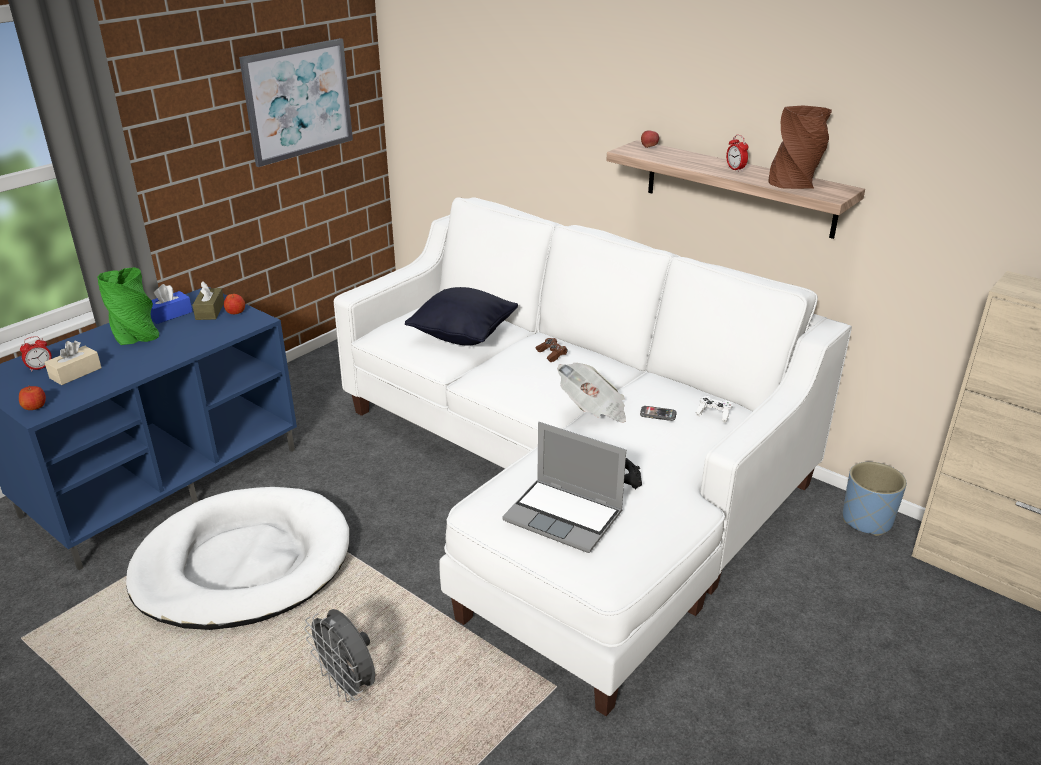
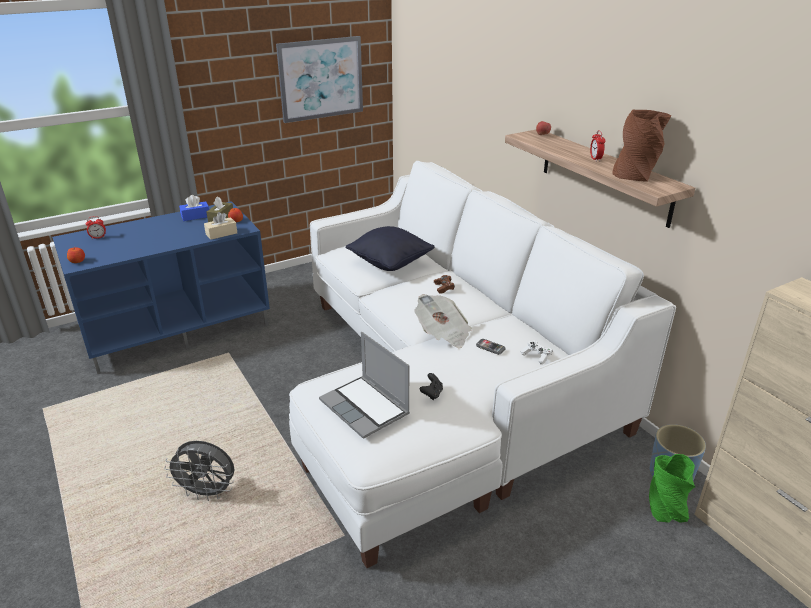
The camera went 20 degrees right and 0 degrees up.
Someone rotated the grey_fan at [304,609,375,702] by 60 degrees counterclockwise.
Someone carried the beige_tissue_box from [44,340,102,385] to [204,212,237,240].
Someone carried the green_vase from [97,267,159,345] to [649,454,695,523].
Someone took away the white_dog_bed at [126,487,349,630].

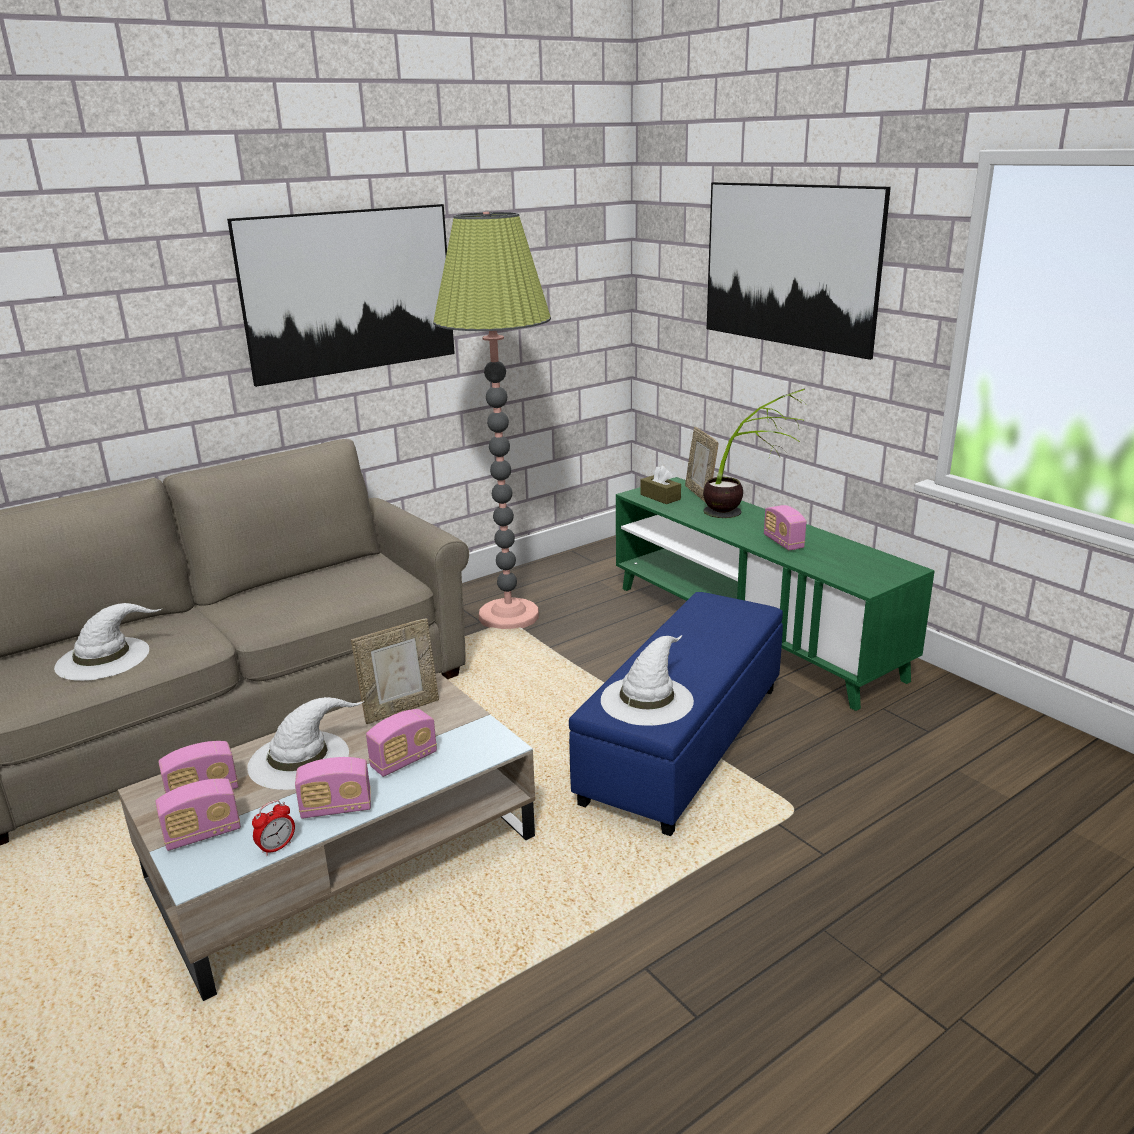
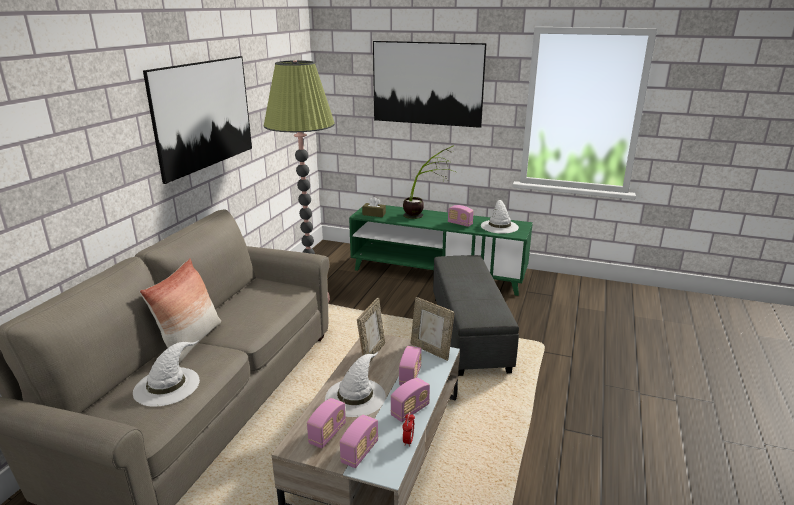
The camera went 35 degrees left and 0 degrees up.
Someone put down the pillow at [139,258,221,363].
Someone carried the picture_frame from [685,427,719,503] to [411,297,455,361].
Someone repainted the blue_ottoman at [569,592,783,836], which became the grey_ottoman at [433,255,519,376].
Someone carried the white_hat from [601,635,694,726] to [481,200,519,233].

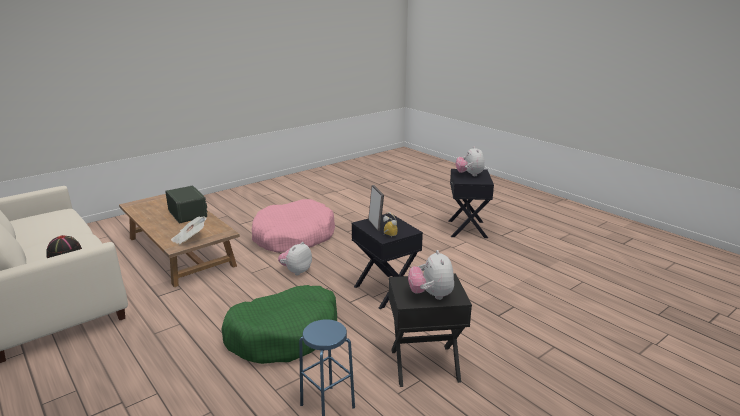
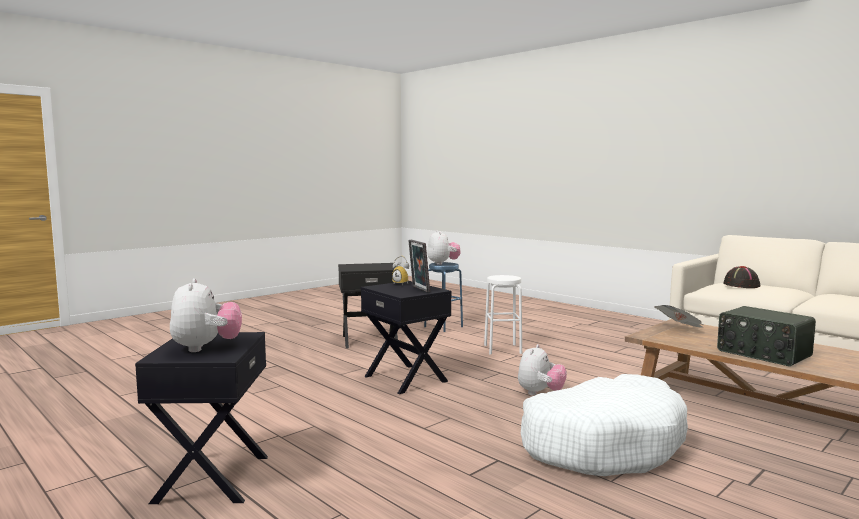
The camera went 175 degrees right and 15 degrees down.
Someone carried the plush_toy from [408,250,454,300] to [427,230,461,265].
Someone swapped the green_dog_bed at [221,285,337,364] for the white_stool at [484,275,522,355].
Someone repainted the pink_dog_bed at [252,199,335,253], which became the white_dog_bed at [521,374,688,476].

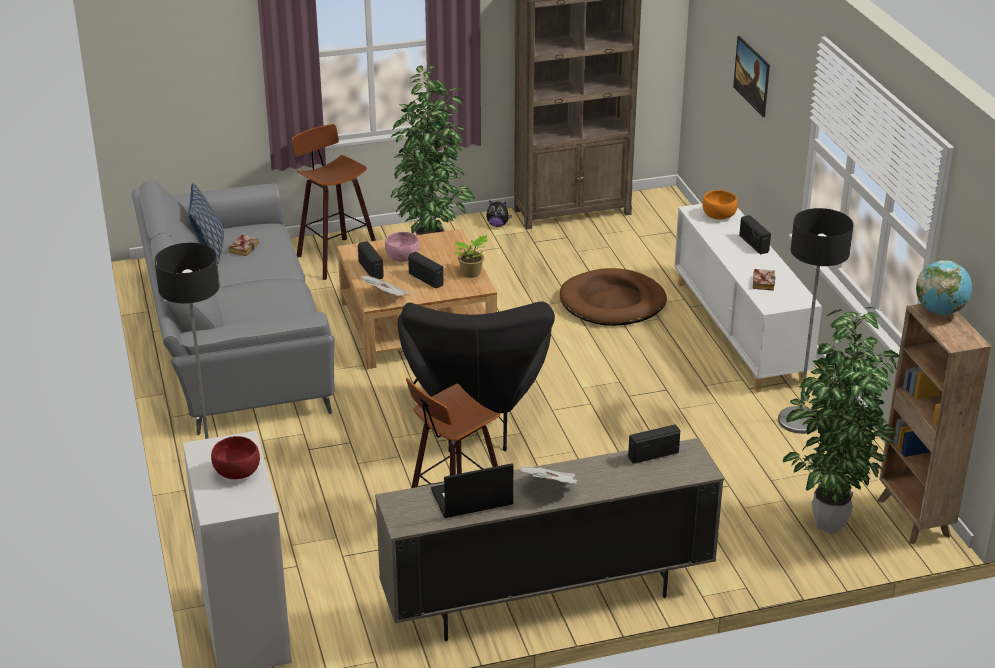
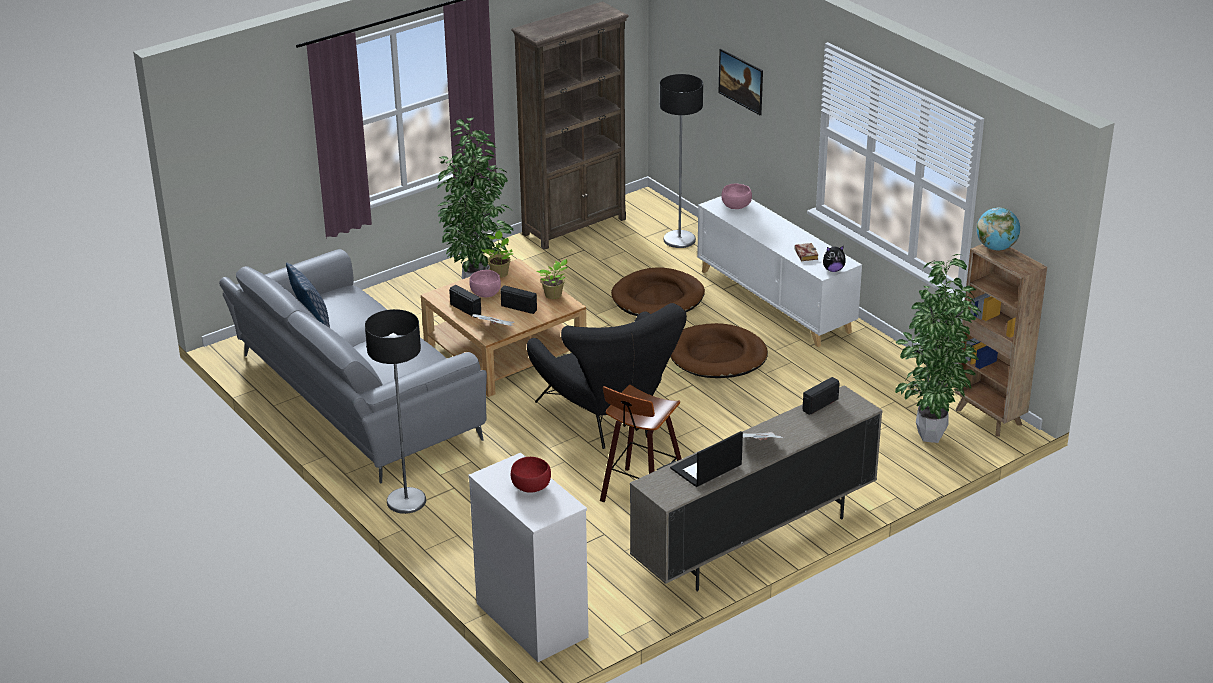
The camera went 20 degrees left and 0 degrees up.
Someone put down the potted_plant at [481,231,513,278].
Someone carried the floor_lamp from [778,208,854,434] to [660,74,703,248].
Someone put down the brown_dog_bed at [670,323,768,378].
Someone repainted the orange_bowl at [702,190,738,220], which became the pink_bowl at [721,184,752,209].
Someone carried the plush_toy from [487,200,512,227] to [823,246,846,272].
Someone took away the book at [228,235,259,256].
Someone took away the stool at [292,124,376,280].
Someone took away the radio at [739,215,771,254].

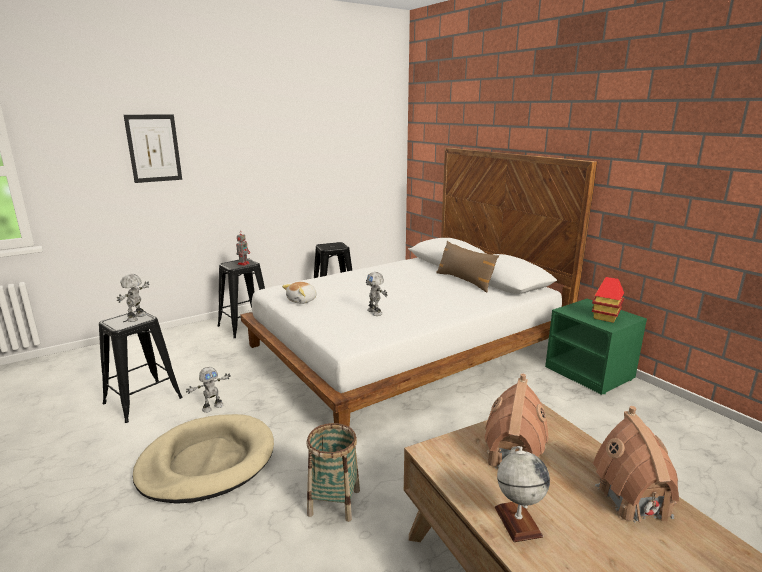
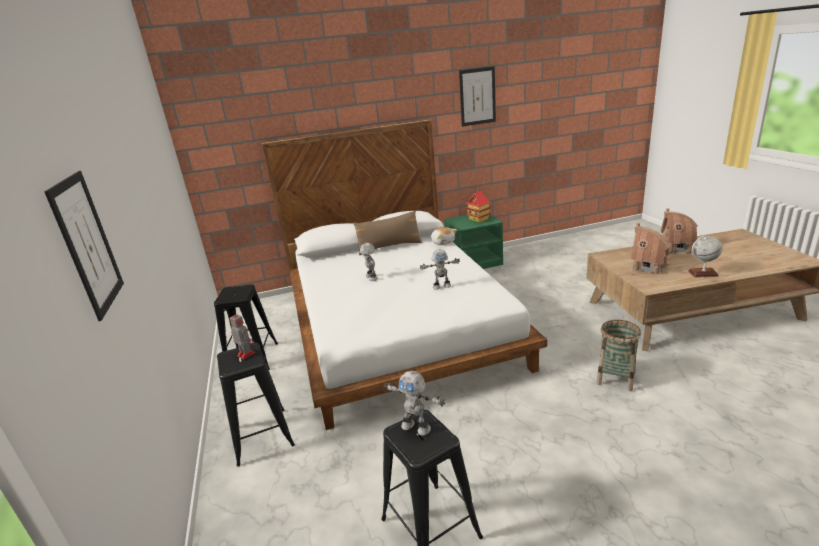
The camera went 70 degrees left and 5 degrees up.
Someone carried the toy_robot from [186,367,231,413] to [360,243,378,281].
Someone carried the plush_toy from [282,282,317,304] to [431,227,457,245].
Someone put up the picture at [459,66,496,127].
Someone took away the beige_dog_bed at [133,414,274,504].

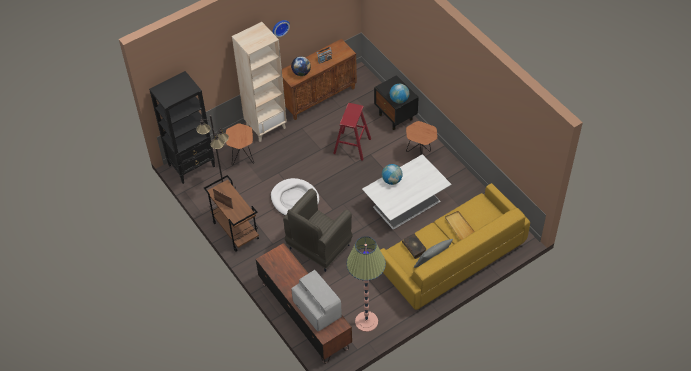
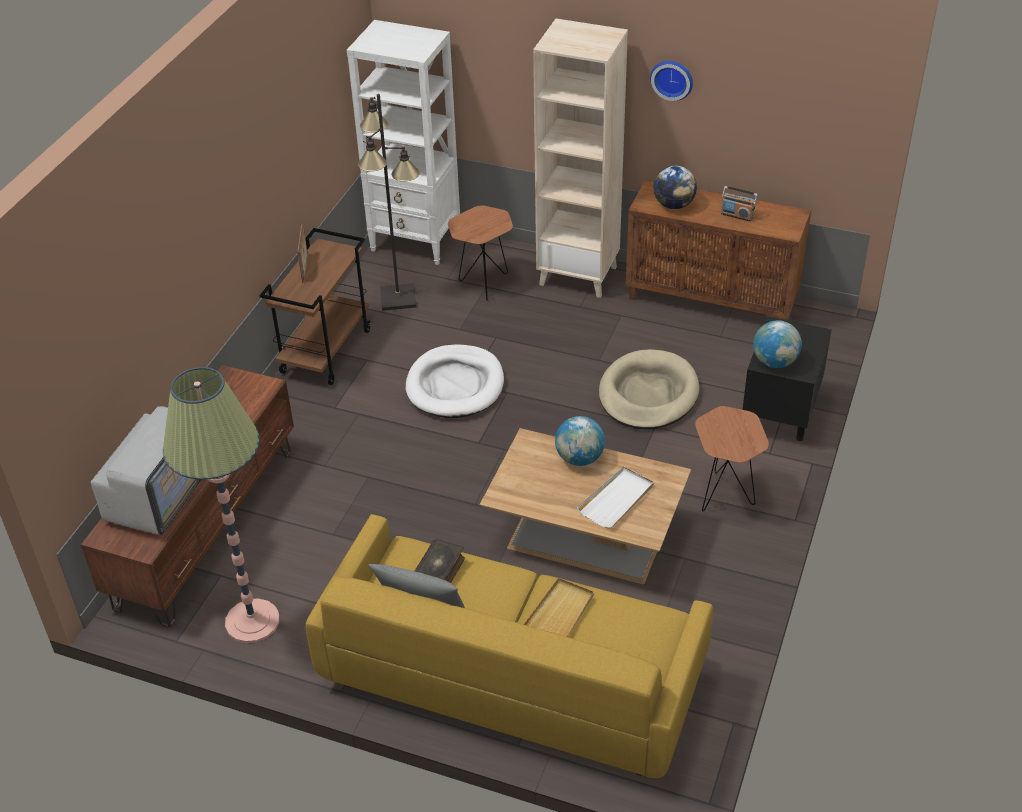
The camera went 55 degrees right and 10 degrees down.
Someone repainted the black_bookcase at [149,71,215,184], which became the white_bookcase at [347,20,460,265].
Someone repainted the white_coffee_table at [362,154,451,230], which became the brown_coffee_table at [480,428,691,584].
Someone put down the white_tray at [577,466,654,529].
Someone swapped the red_stool at [333,103,371,161] for the beige_dog_bed at [599,349,699,430].
Someone took away the grey_armchair at [283,188,353,272].

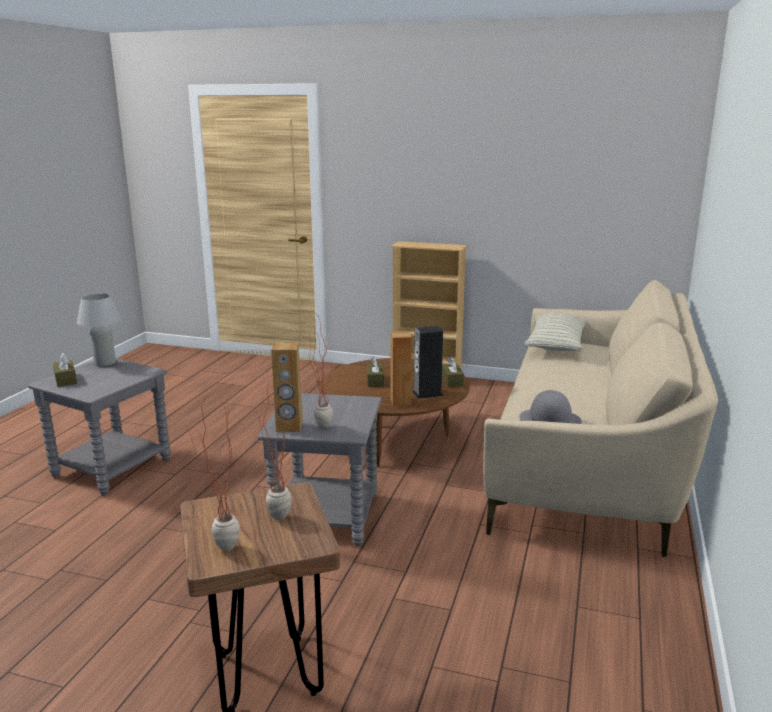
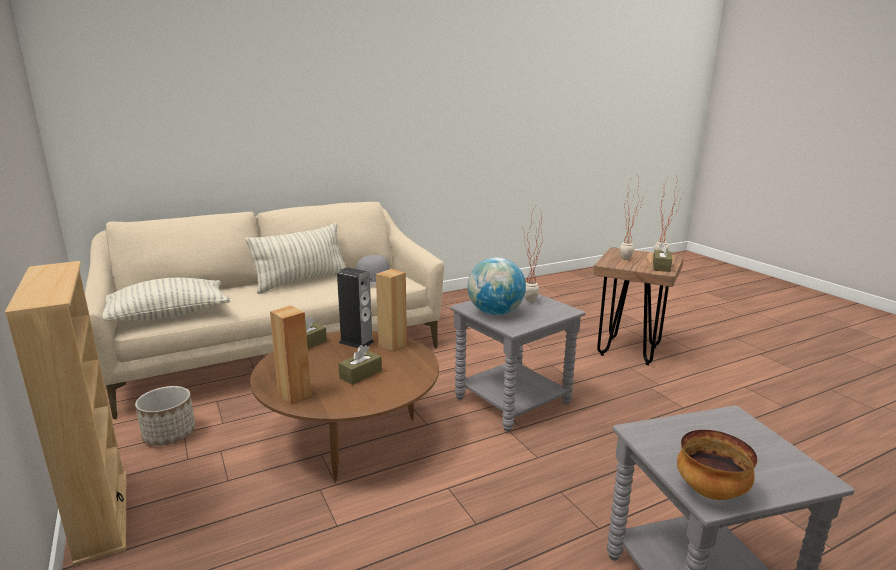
The camera went 135 degrees left and 0 degrees up.
Someone put down the planter at [135,386,195,446].
Someone put down the pillow at [245,223,346,294].
Someone carried the brown_speaker from [271,343,303,432] to [270,305,312,404].
Someone put down the globe at [468,257,526,315].
Someone carried the brown_tissue_box from [53,353,77,387] to [653,242,672,272].
Someone swapped the white_table_lamp at [77,293,121,366] for the bowl at [677,430,757,500].

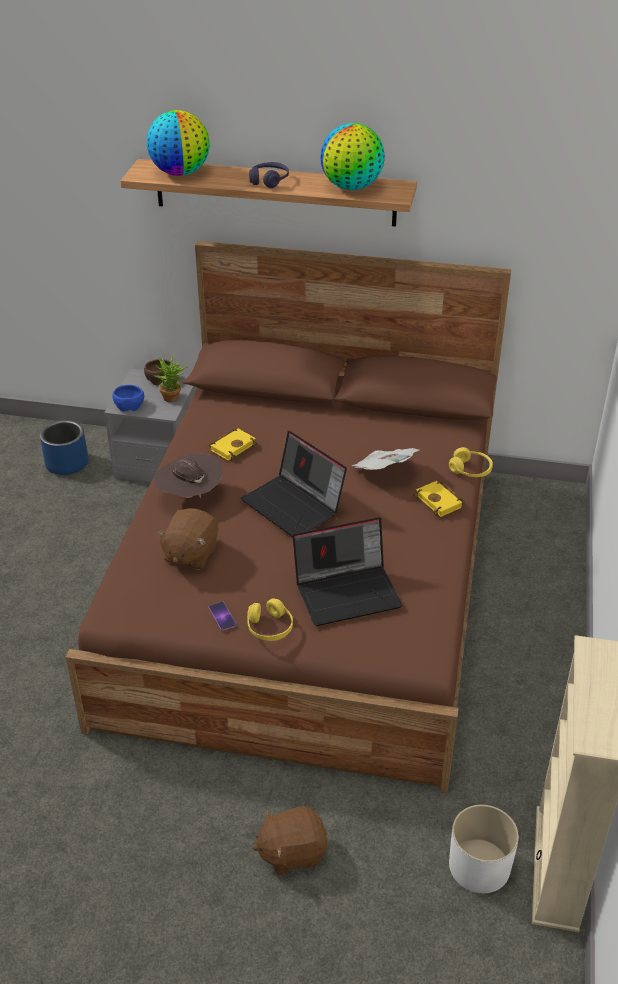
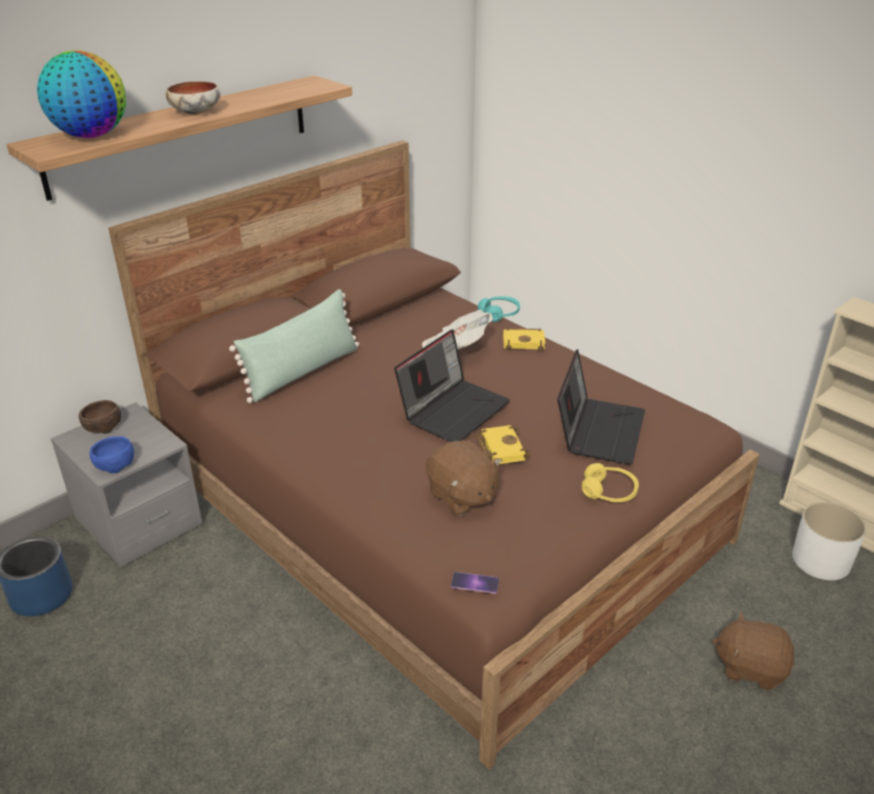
The camera went 55 degrees left and 5 degrees down.
Someone swapped the purple_headphones at [249,162,289,188] for the bowl at [166,81,220,115].
Someone put down the green_pillow at [229,289,359,403].
Someone rotated the laptop at [241,431,347,537] by 45 degrees counterclockwise.
Someone carried the phone from [209,602,237,631] to [451,572,499,594].
Someone carried the yellow_book from [209,429,258,461] to [476,425,531,464].
Someone repainted the yellow_headphones at [449,447,493,477], which became the turquoise_headphones at [478,296,520,322].
Someone rotated the brown_plush_toy at [253,806,327,875] by 90 degrees clockwise.
Someone took away the potted_plant at [154,354,188,402].
Someone took away the brown_hat at [154,454,223,499].
Someone took away the globe at [320,123,385,190].

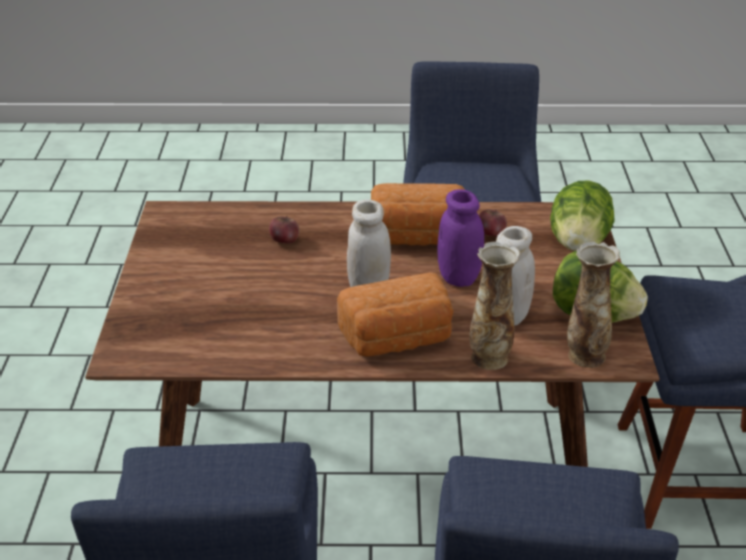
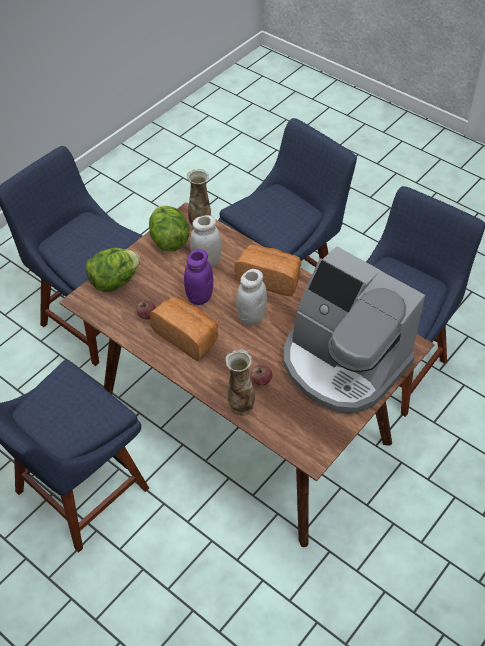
The camera went 140 degrees left and 15 degrees up.
Someone carried the vase from [469,242,520,370] to [225,349,255,416].
Someone put down the coffee_machine at [284,246,425,414].

